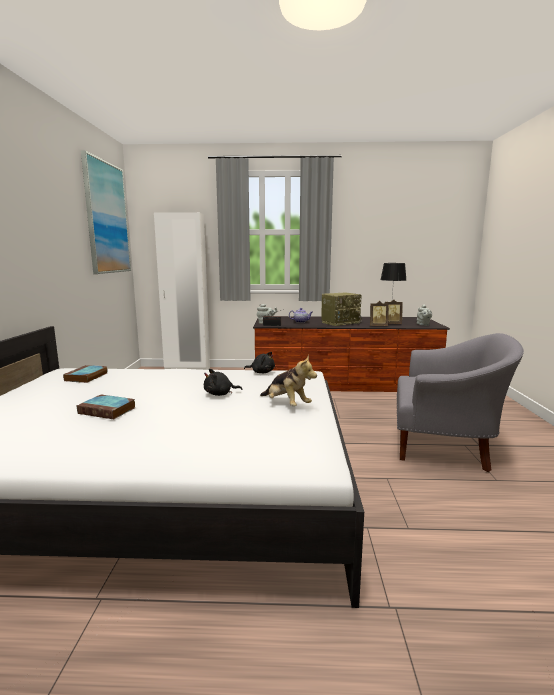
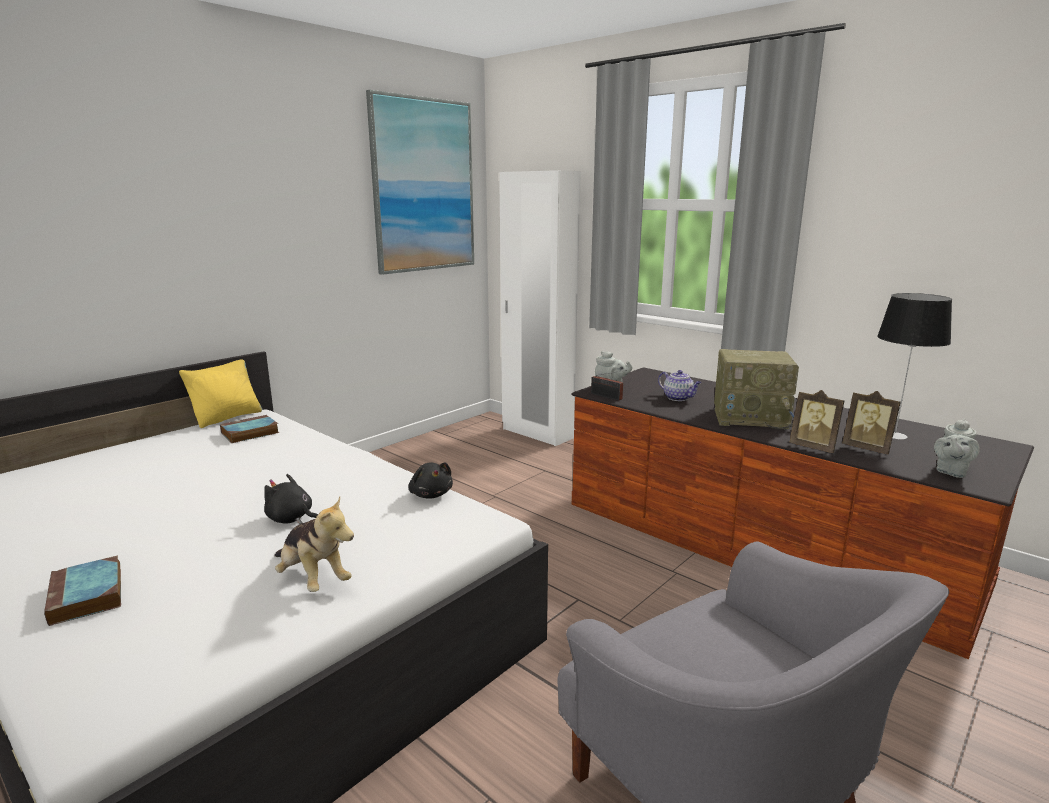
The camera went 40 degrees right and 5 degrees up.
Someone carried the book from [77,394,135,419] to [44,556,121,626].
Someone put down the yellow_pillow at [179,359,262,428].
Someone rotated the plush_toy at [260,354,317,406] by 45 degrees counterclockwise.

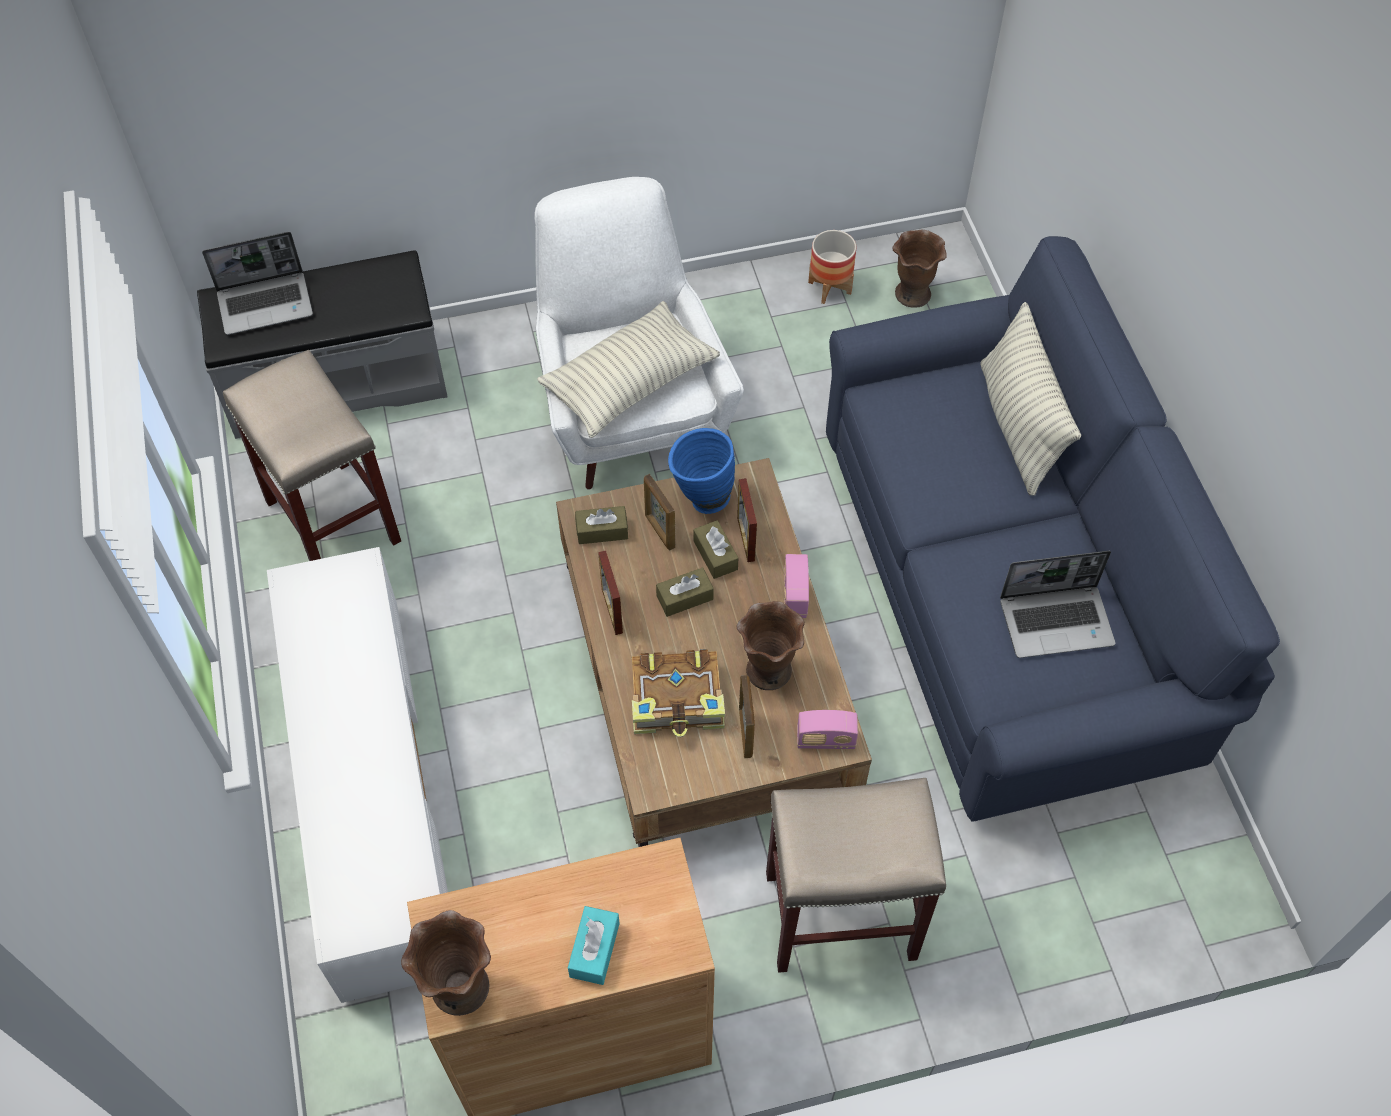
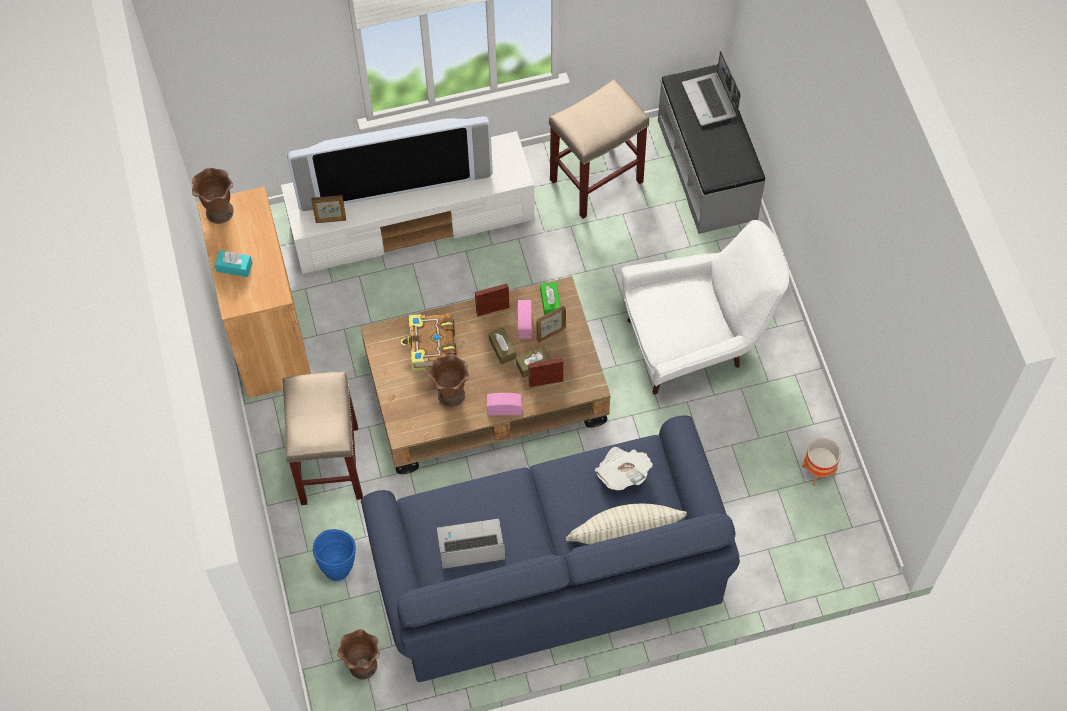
The camera went 90 degrees right and 5 degrees up.
Someone put down the television at [287,116,493,211].
Someone carried the picture_frame from [739,675,755,758] to [311,195,346,223].
Someone carried the blue_vase from [668,428,735,514] to [313,529,356,582].
Someone carried the brown_vase from [892,230,947,308] to [337,629,380,680].
Someone rotated the laptop at [1000,551,1116,658] by 90 degrees clockwise.
Someone carried the radio from [797,710,858,749] to [517,300,532,339].
Someone repainted the brown_tissue_box at [575,506,628,544], which became the green_tissue_box at [540,282,561,315].
Someone put down the newspaper at [595,447,653,490].
Someone took away the pillow at [537,301,720,438].

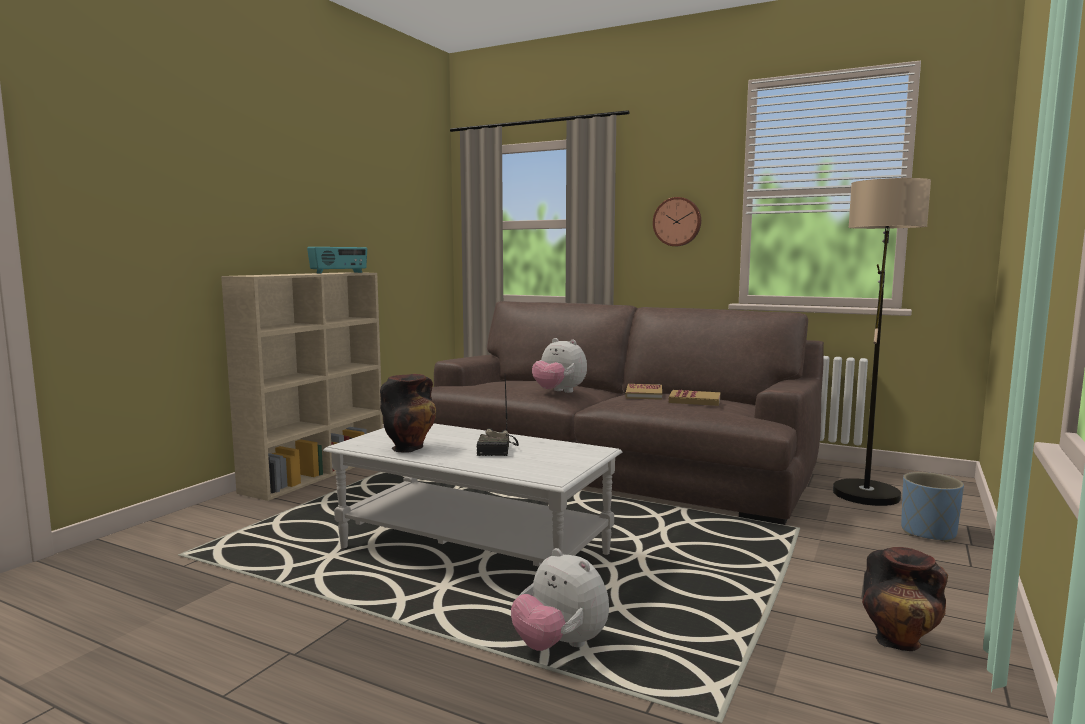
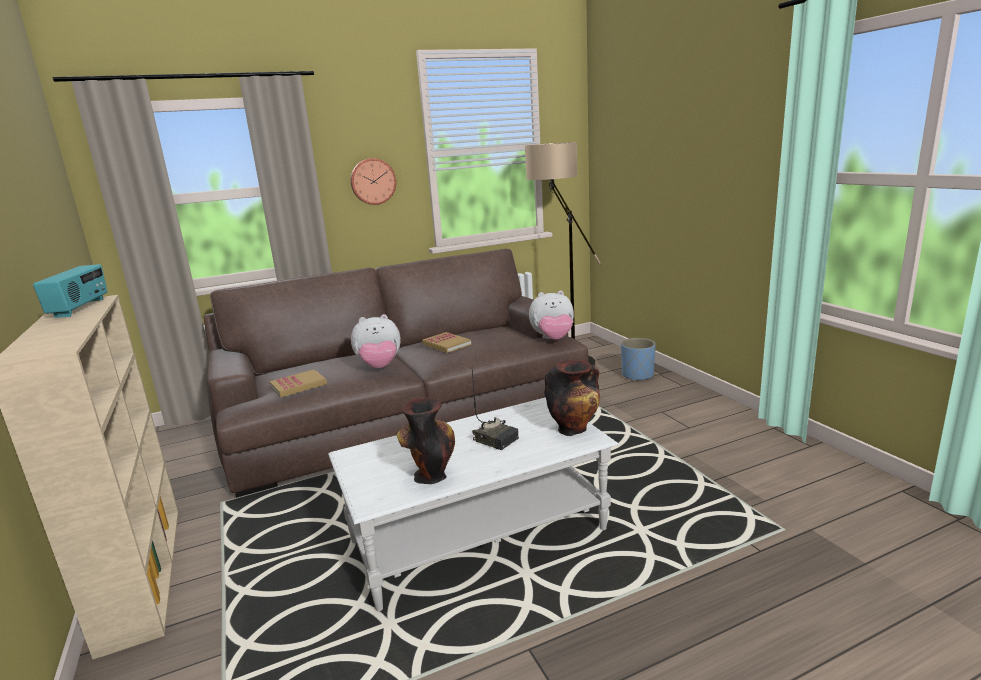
The camera went 50 degrees left and 10 degrees up.
Someone carried the book from [669,390,720,406] to [269,369,327,398].
Someone carried the plush_toy from [511,548,609,651] to [529,291,574,340].
Someone carried the vase from [862,547,948,651] to [544,360,600,436].

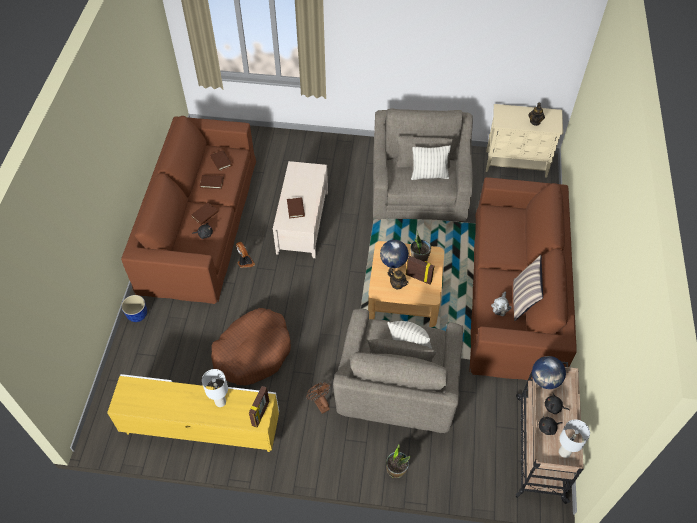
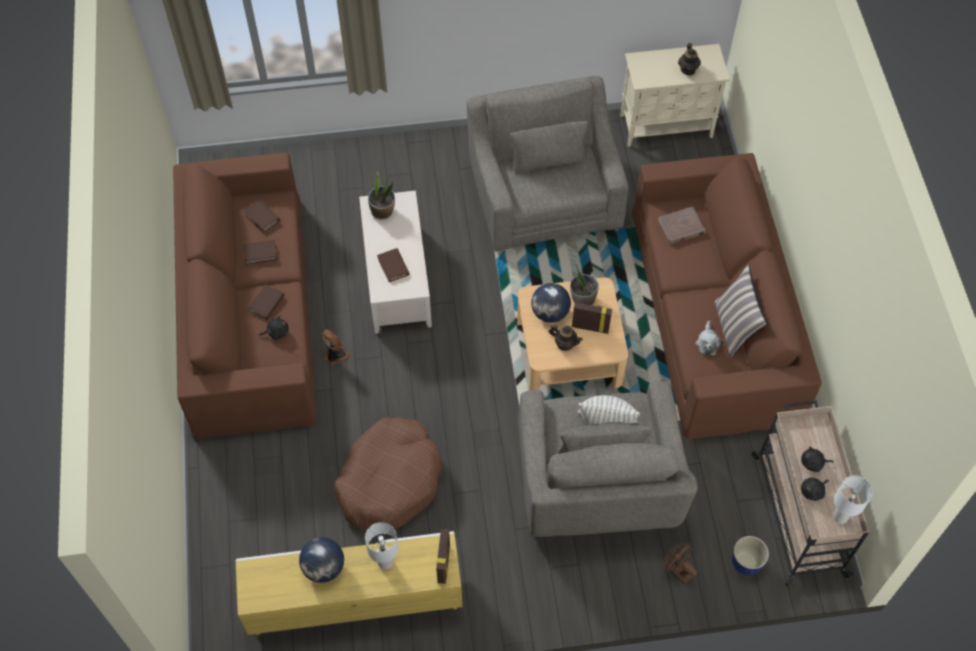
The camera went 15 degrees left and 5 degrees up.
Someone carried the globe from [532,356,566,389] to [299,537,344,583].
Someone carried the potted_plant from [386,444,411,478] to [368,172,395,219].
Someone put down the brown_book at [658,207,706,244].
Someone carried the brown_fan from [306,382,330,414] to [664,543,697,584].
Someone carried the planter from [121,295,147,322] to [732,536,769,575].
Someone took away the pillow at [411,146,451,180].

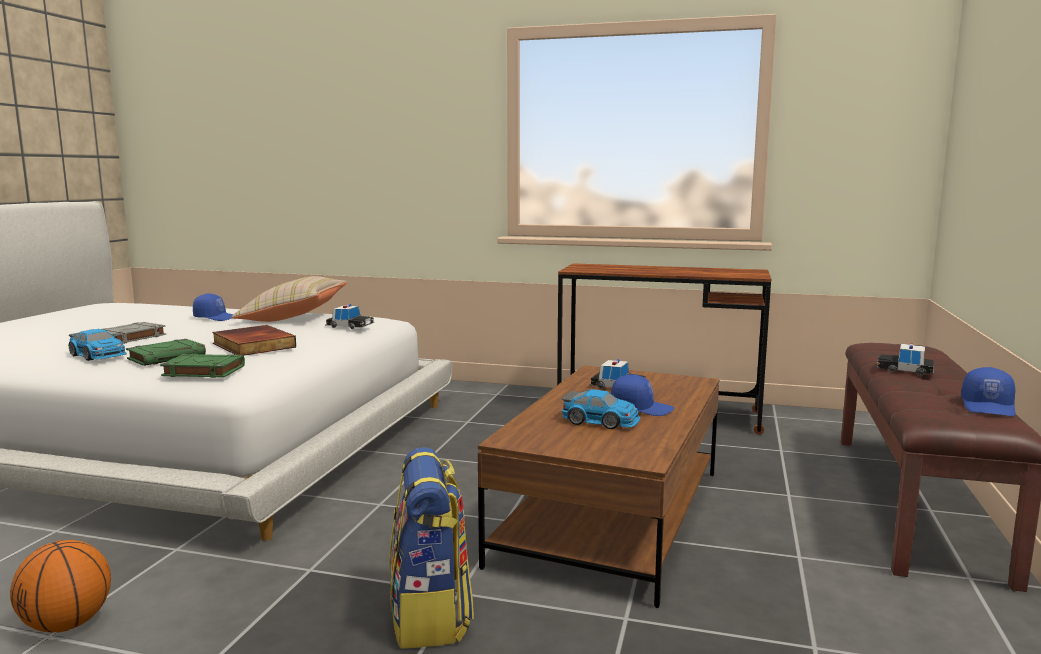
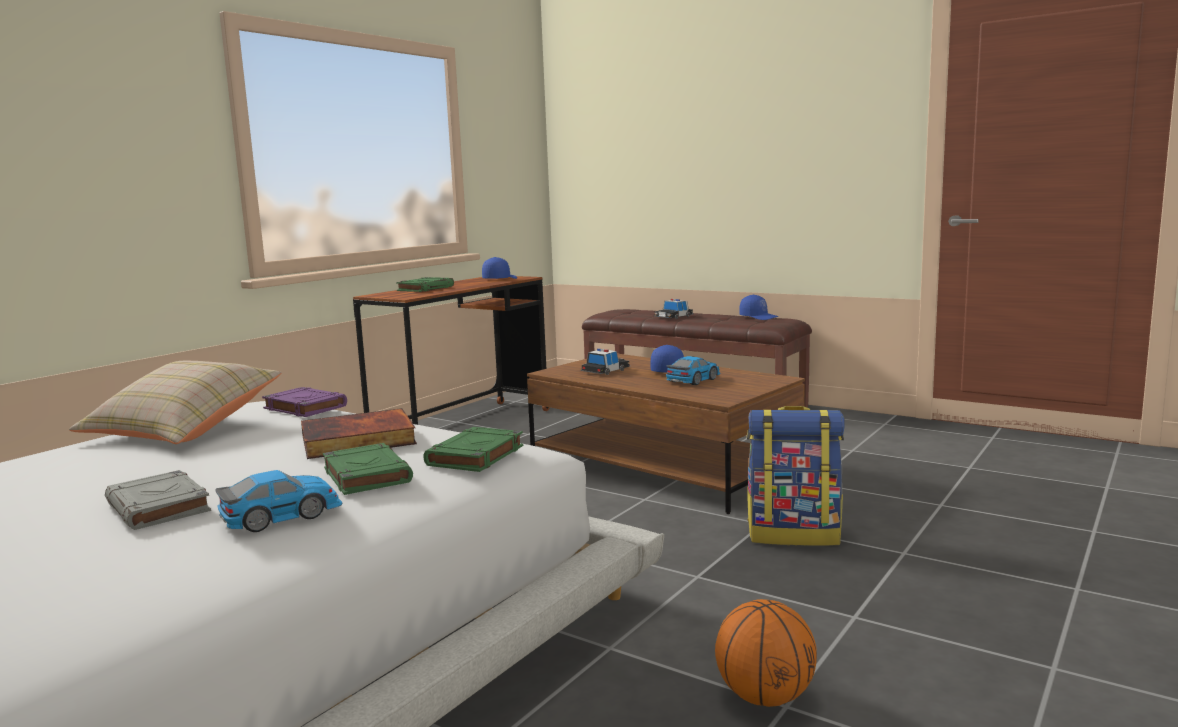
The camera went 70 degrees left and 0 degrees up.
Someone swapped the toy_car at [325,304,374,329] for the purple_book at [262,387,347,417].
Someone put down the green_book at [396,277,454,292].
Someone carried the blue_cap from [193,293,233,321] to [482,257,517,279].

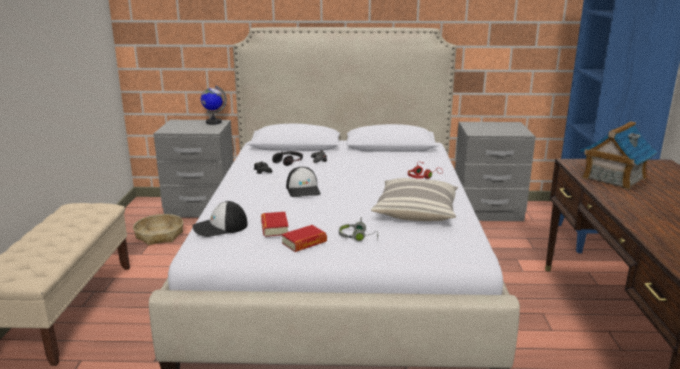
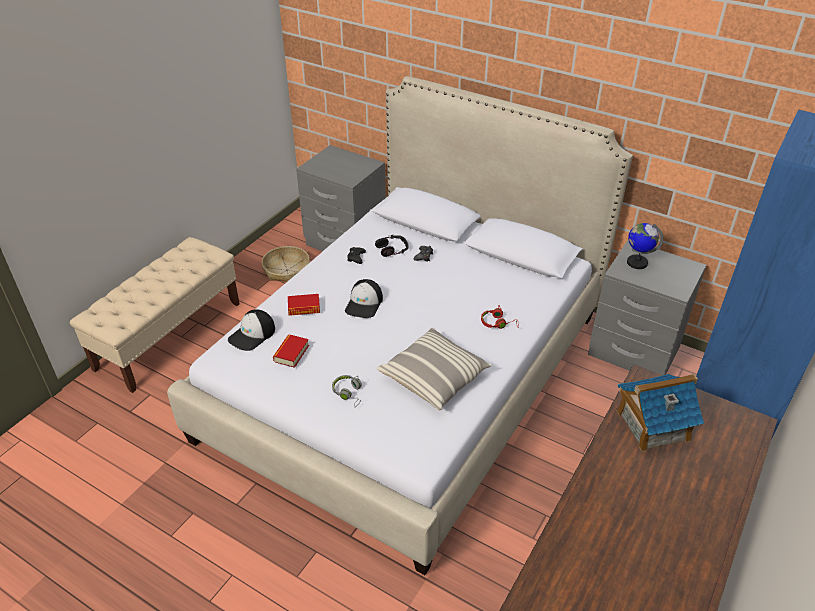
The camera went 30 degrees right and 20 degrees up.
Someone rotated the cap at [192,201,248,237] by 60 degrees counterclockwise.
Someone carried the book from [282,225,327,252] to [288,294,320,316].
Someone carried the globe from [201,85,227,125] to [627,223,664,269].

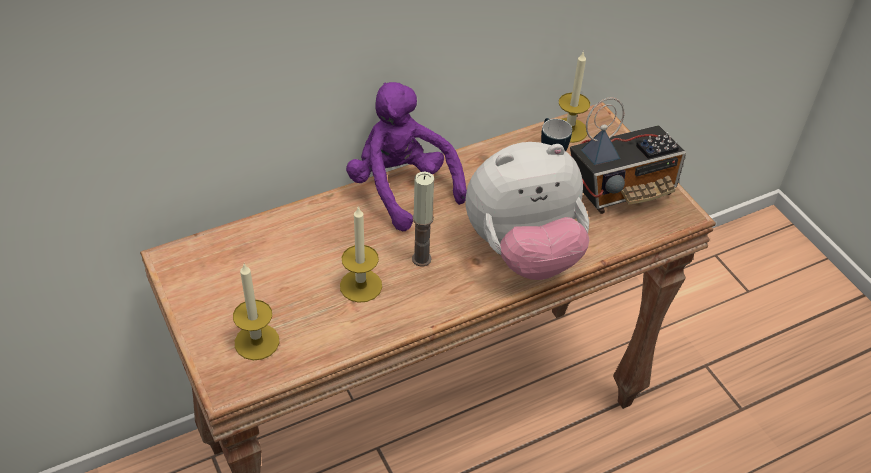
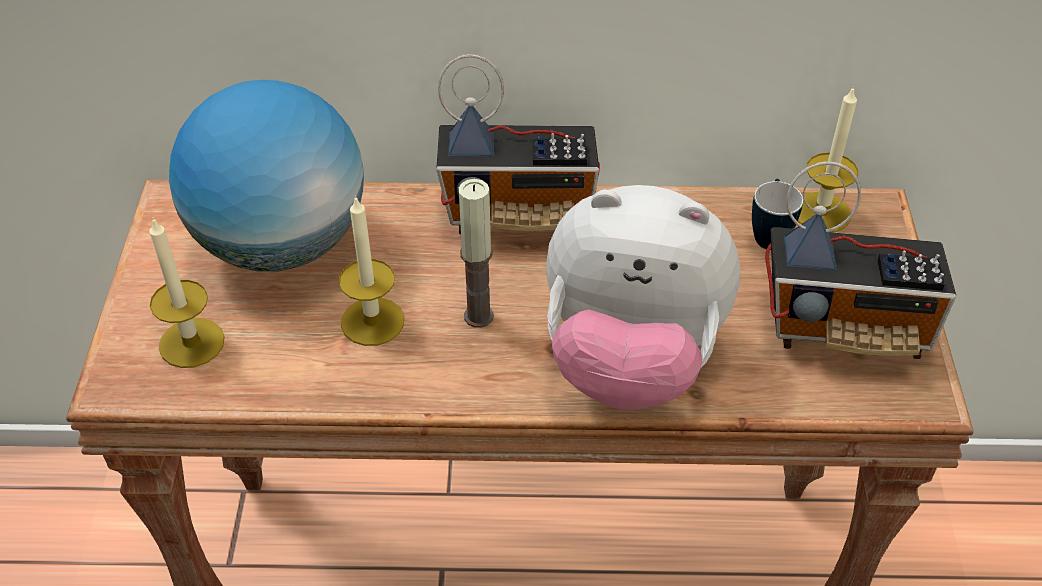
The camera went 30 degrees right and 0 degrees up.
Someone put down the globe at [169,80,364,271].
Someone swapped the purple_plush_toy at [346,82,467,231] for the radio at [436,54,600,234].

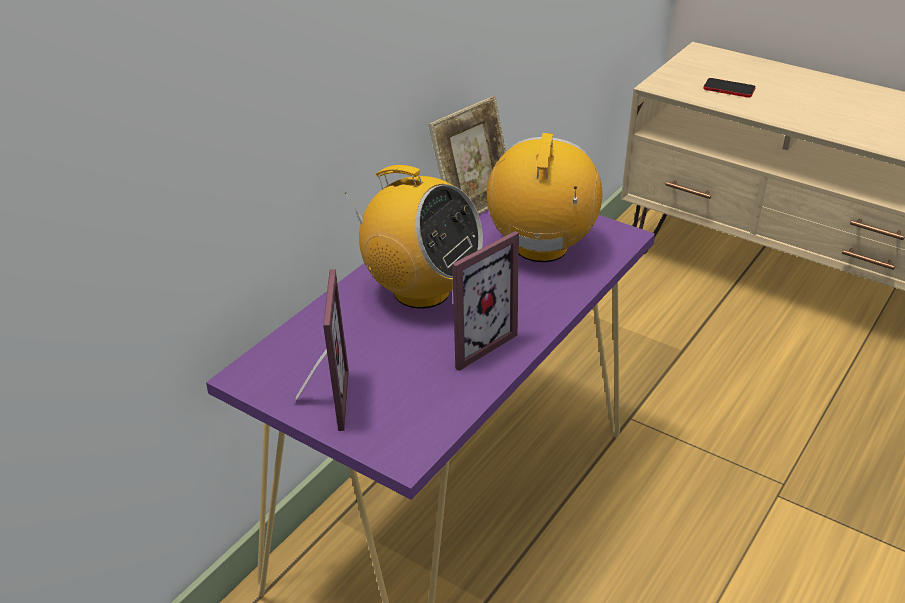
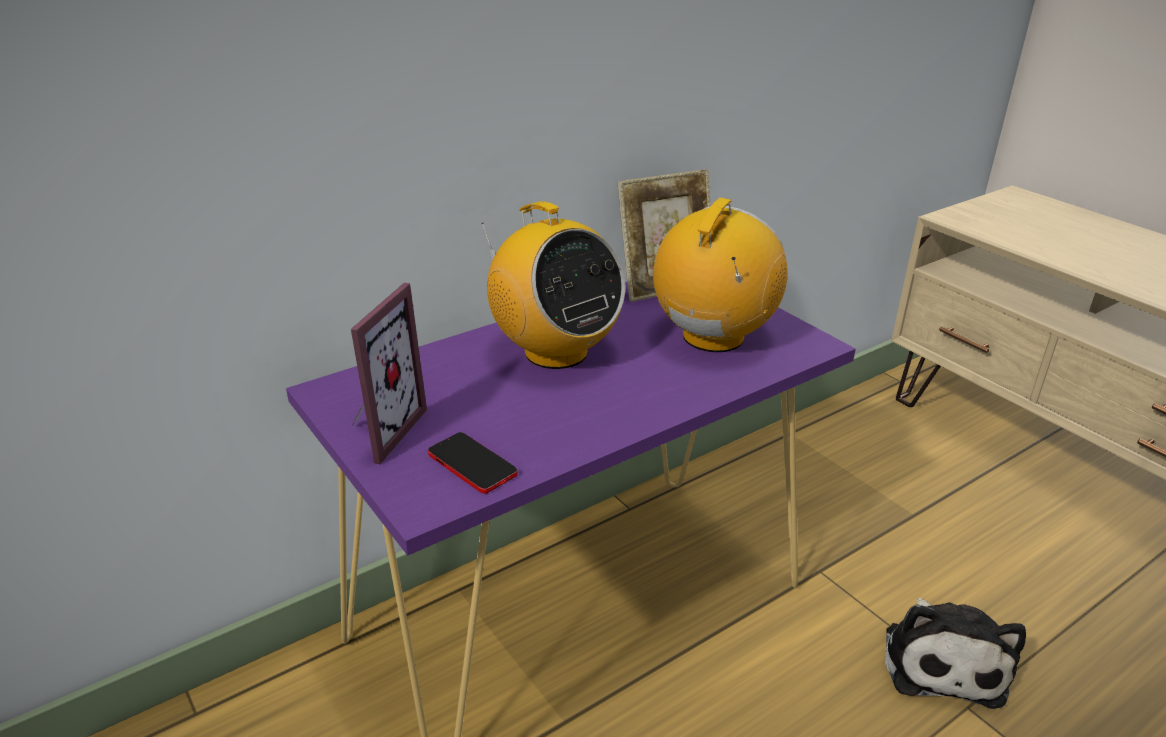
The camera went 20 degrees right and 5 degrees down.
Someone carried the phone from [703,78,756,98] to [428,432,518,494].
Someone put down the plush_toy at [885,598,1026,709].
Someone took away the picture_frame at [452,231,519,371].

